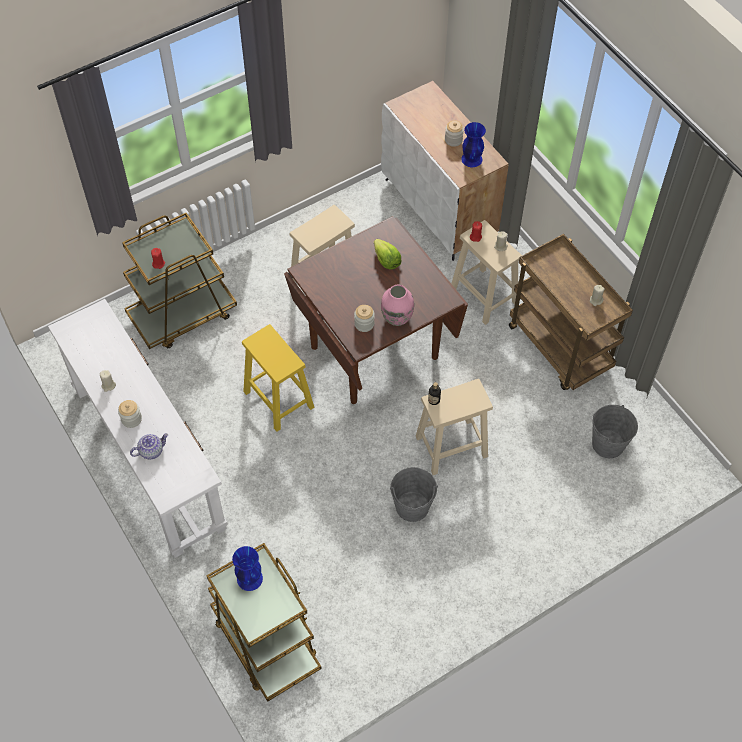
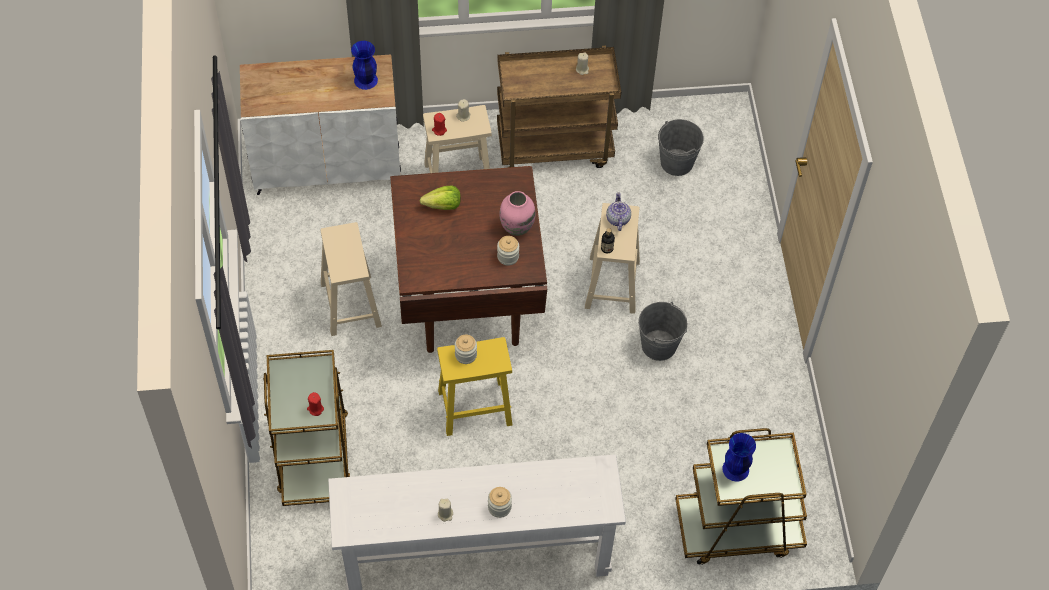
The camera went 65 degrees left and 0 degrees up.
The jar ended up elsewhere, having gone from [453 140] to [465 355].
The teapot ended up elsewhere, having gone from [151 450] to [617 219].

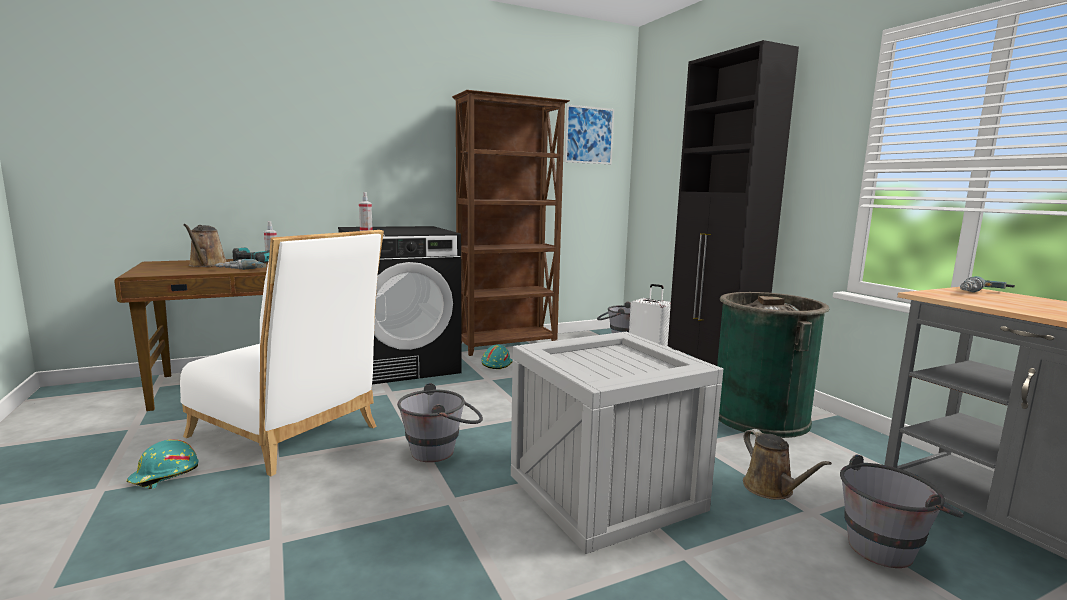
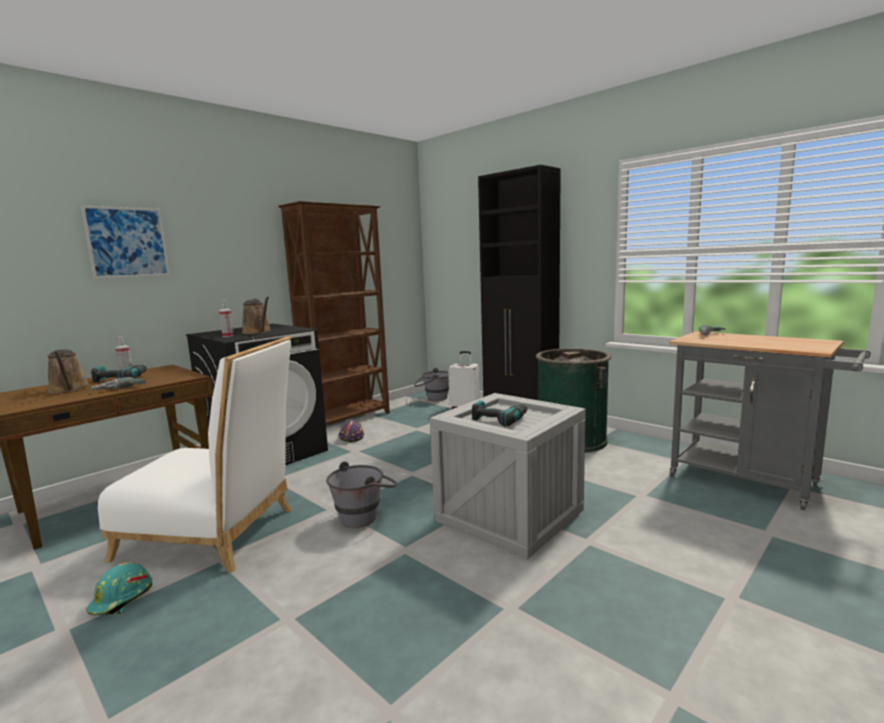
The camera went 20 degrees left and 0 degrees up.
The picture ended up elsewhere, having gone from [589 135] to [127 242].
What was the hard hat in turquoise at [496 364] turned into the hard hat in purple at [351 437].
The watering can in brown ended up elsewhere, having gone from [771 489] to [258 332].
The second view lost the bucket in grey at [888 546].
The second view gained the power drill at [499 419].

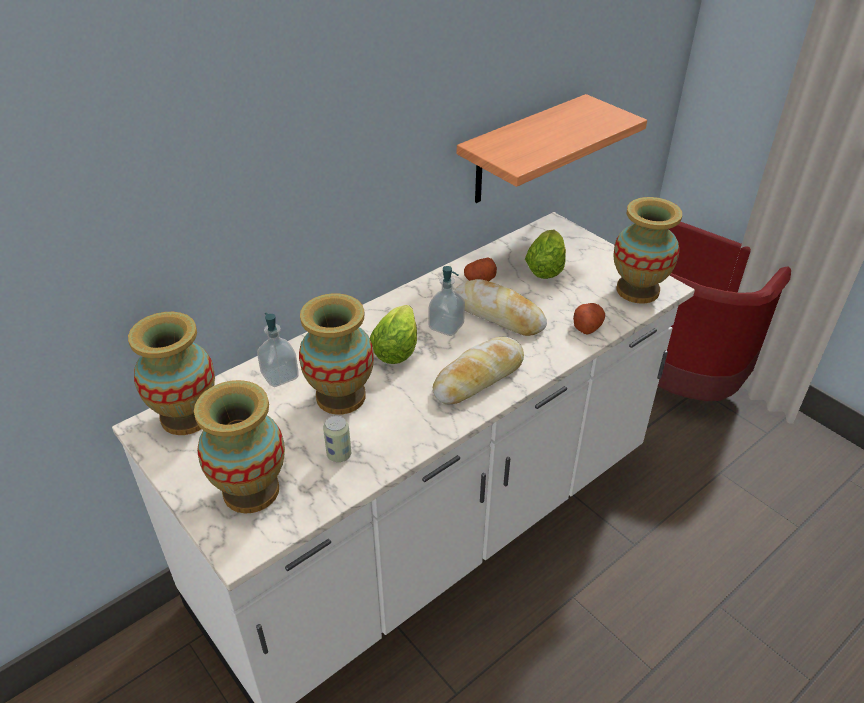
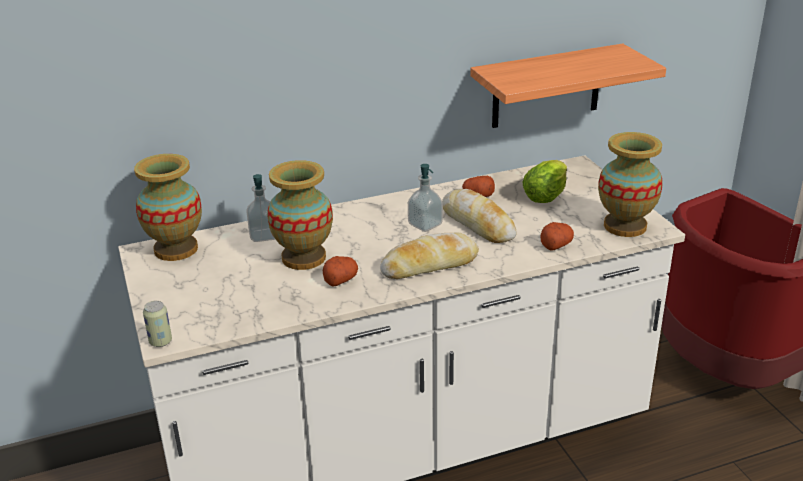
The camera went 20 degrees right and 10 degrees down.
The second view lost the lettuce at [397 347].
The second view lost the vase at [251 491].
The can ended up elsewhere, having gone from [339 455] to [160 341].
The second view gained the potato at [340 279].

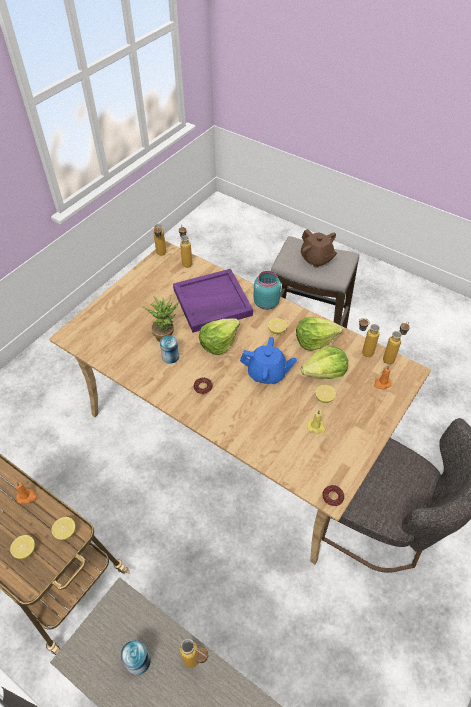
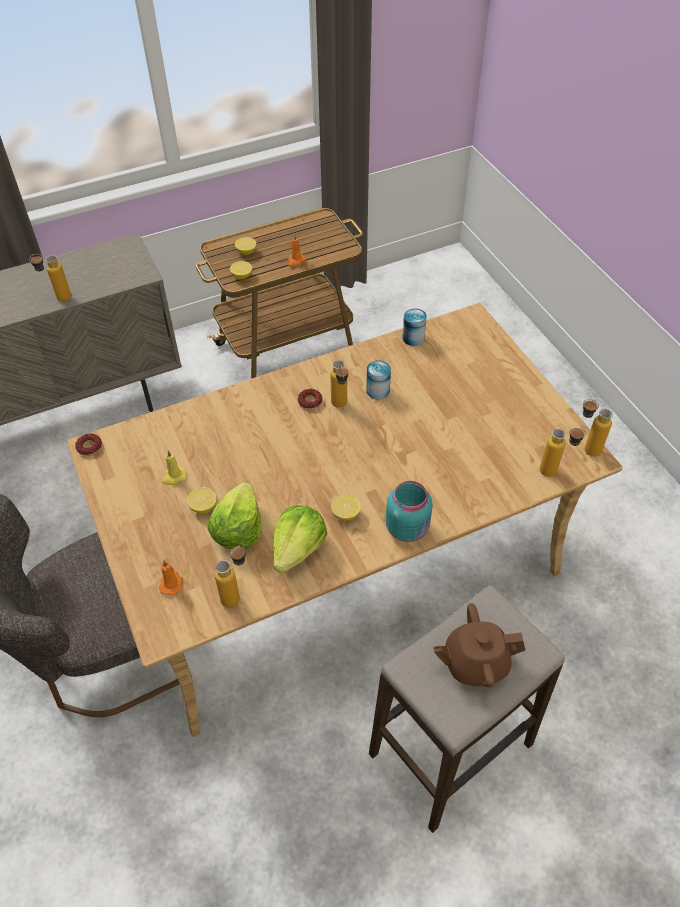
The camera went 120 degrees right and 0 degrees up.
The second view lost the tray in purple at [212 303].
The second view lost the potted plant at [165 334].
The second view lost the lettuce at [219 343].
The bottle ended up elsewhere, having gone from [391 357] to [340 407].
The second view lost the teapot in blue at [267 373].
The can ended up elsewhere, having gone from [138 661] to [413 338].

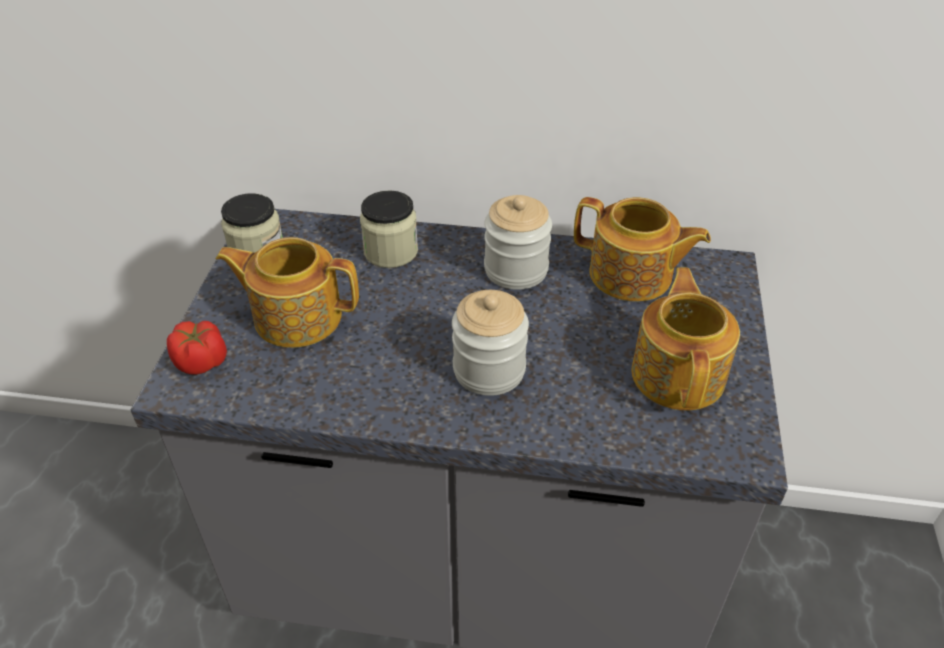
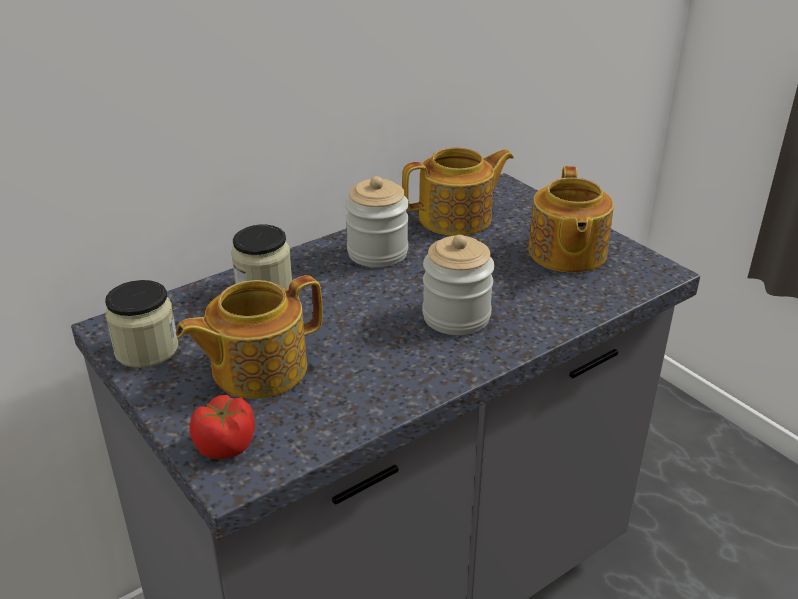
The camera went 45 degrees left and 10 degrees down.
The teapot at [679 373] ended up facing another way, 135 degrees counterclockwise from before.

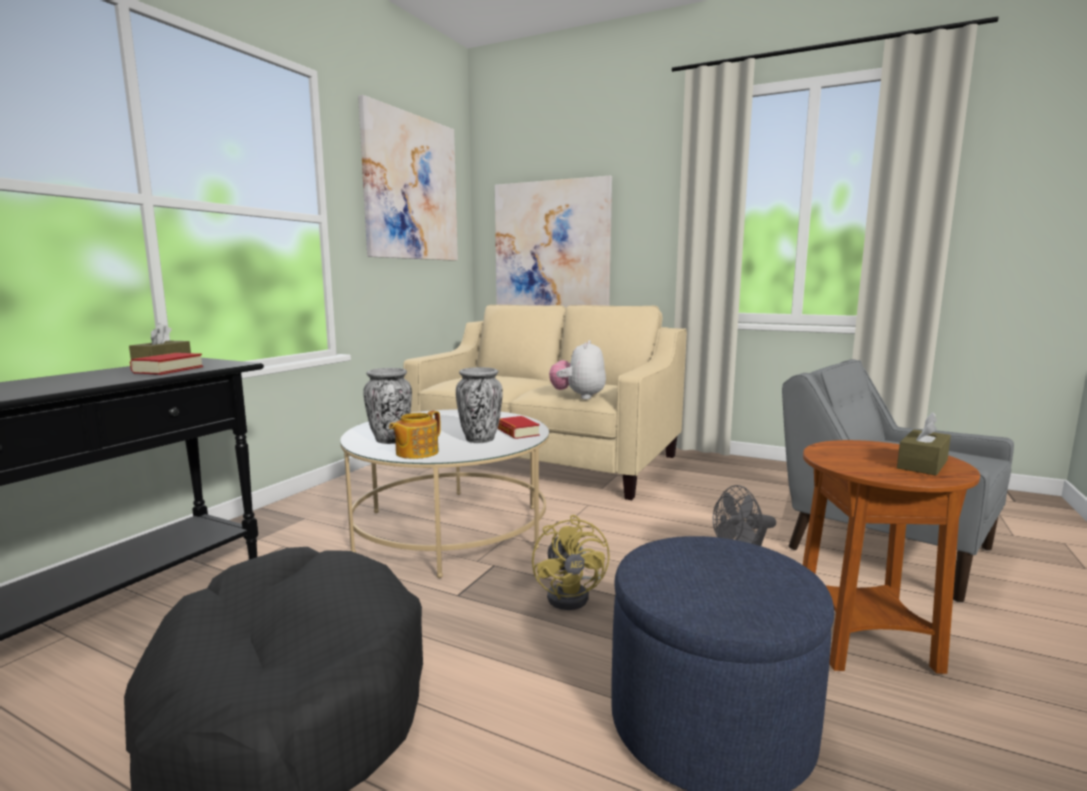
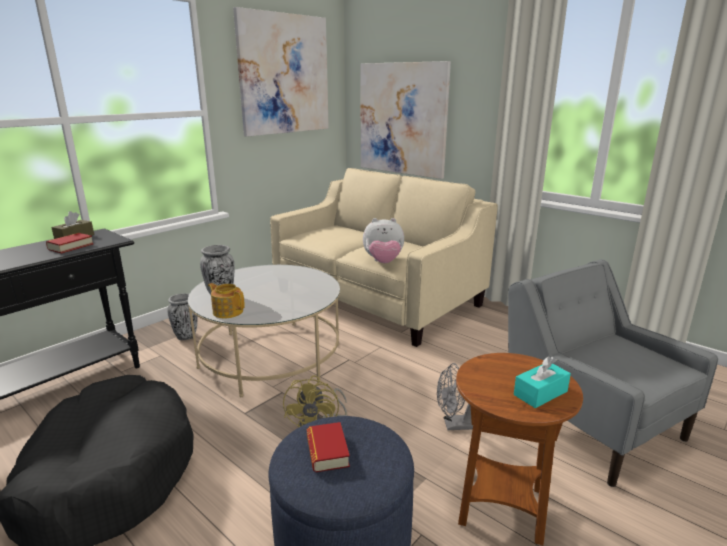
The camera went 15 degrees right and 10 degrees up.
The plush toy at [578 397] ended up facing another way, 120 degrees counterclockwise from before.
The vase ended up elsewhere, having gone from [480 439] to [186 336].
The teapot at [416 453] ended up facing another way, 75 degrees clockwise from before.
What was the tissue box in brown at [922 464] turned into the tissue box in turquoise at [540 393].
The book ended up elsewhere, having gone from [517 432] to [327 451].

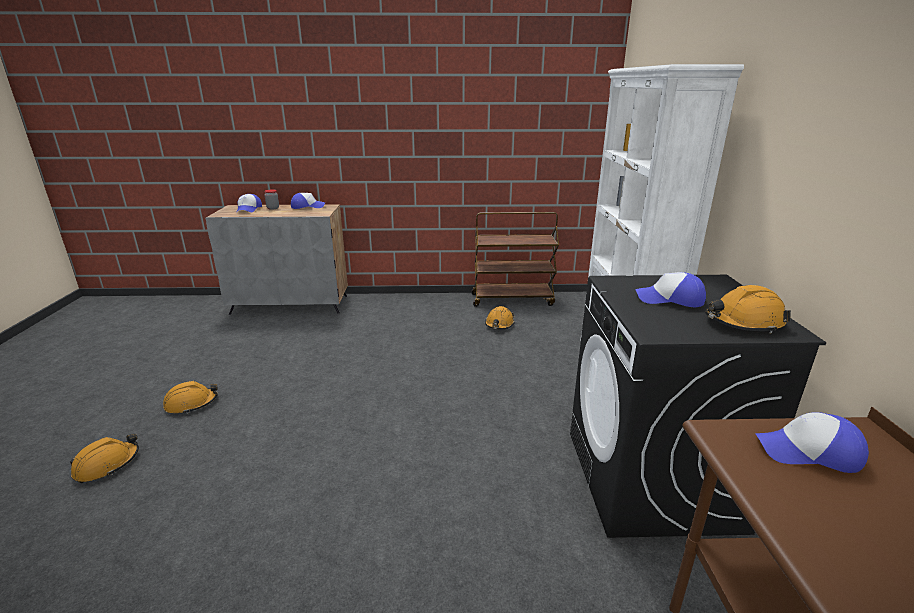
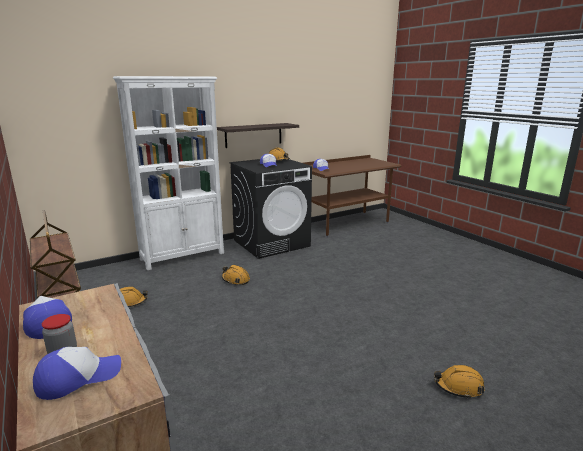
The camera went 120 degrees left and 5 degrees down.
The hard hat in orange ended up elsewhere, having gone from [191 403] to [235 280].
The second view gained the shelf at [253 135].

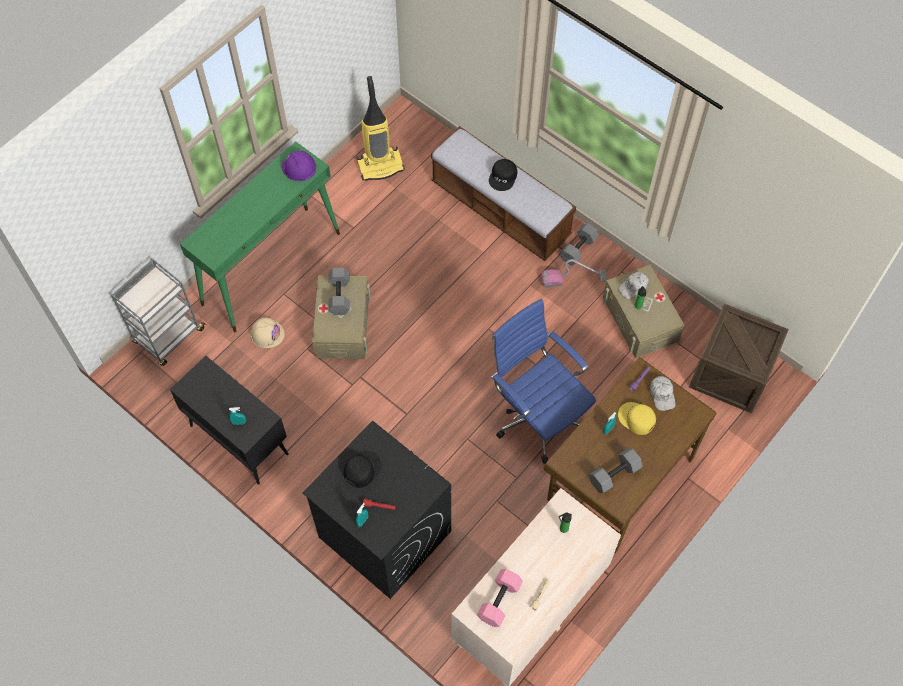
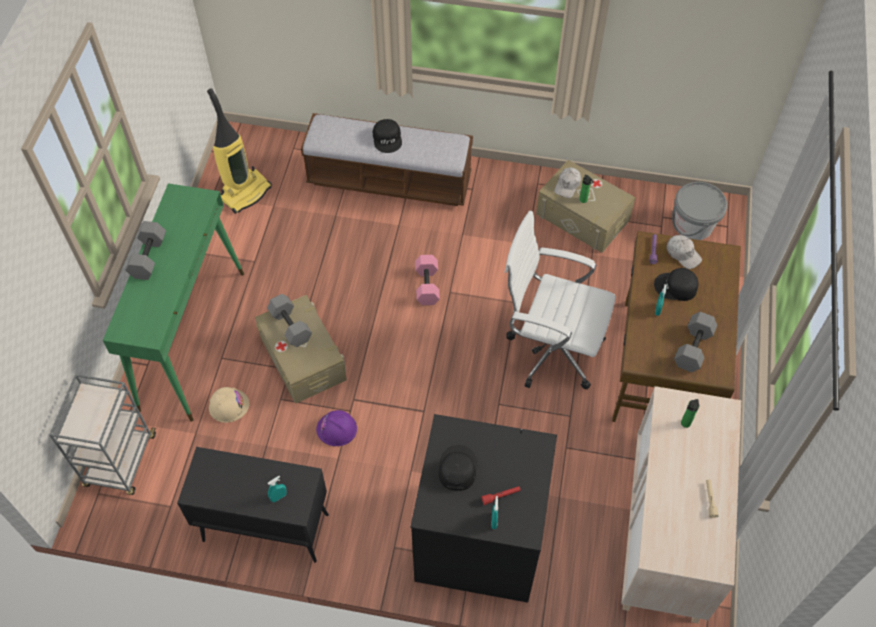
The camera went 30 degrees left and 5 degrees down.
The hard hat in purple ended up elsewhere, having gone from [299 167] to [336 429].
The dumbbell in grey ended up elsewhere, having gone from [578 248] to [148 256].
The second view lost the vacuum cleaner at [573 278].
What was the office chair in blue at [536 417] turned into the office chair in white at [550 350].
Where the crate stood at [731 373], the bucket in grey came to stand at [693 225].
What was the cap in yellow at [636 419] turned into the cap in black at [676 287].
The dumbbell in pink ended up elsewhere, having gone from [500 602] to [428 286].

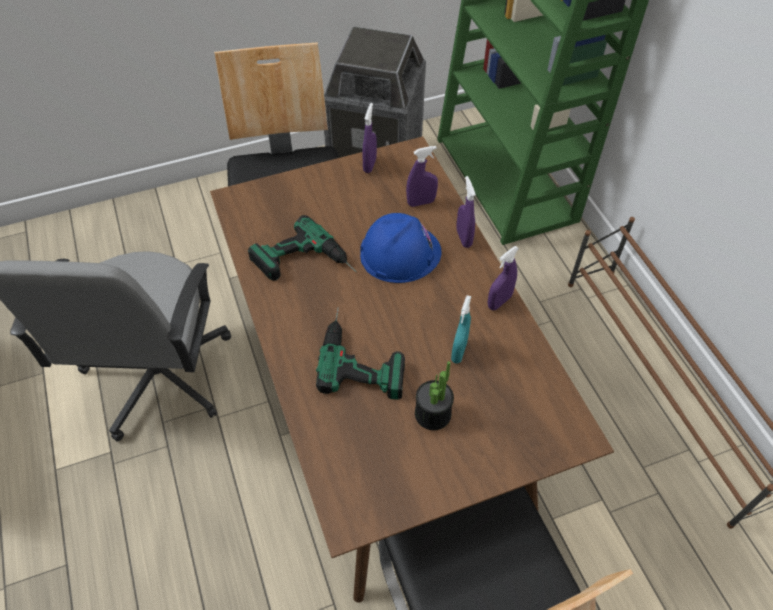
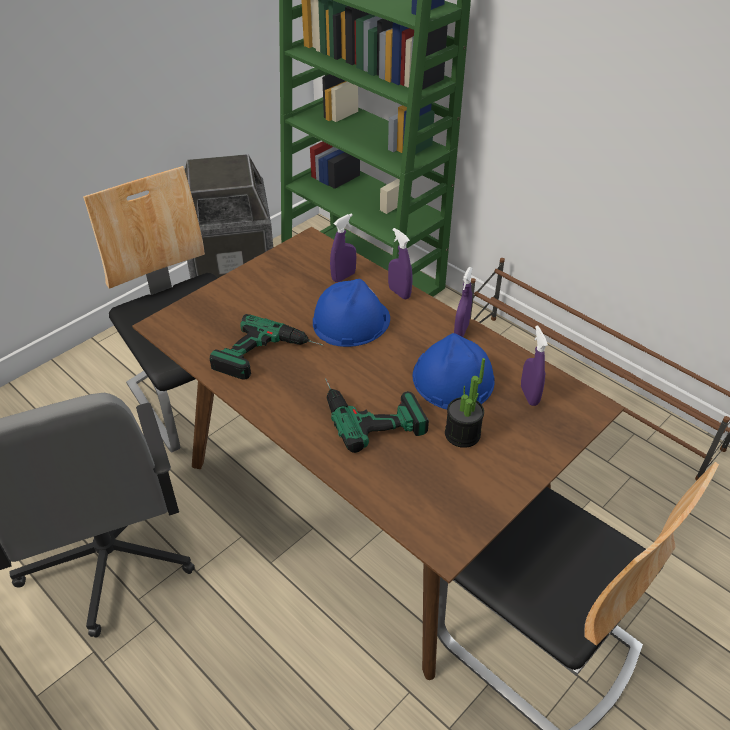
The camera went 25 degrees left and 10 degrees down.
The spray bottle in purple ended up elsewhere, having gone from [370 165] to [529 395].
Where the spray bottle in turquoise stood at [459 351], the hard hat in blue came to stand at [452 379].

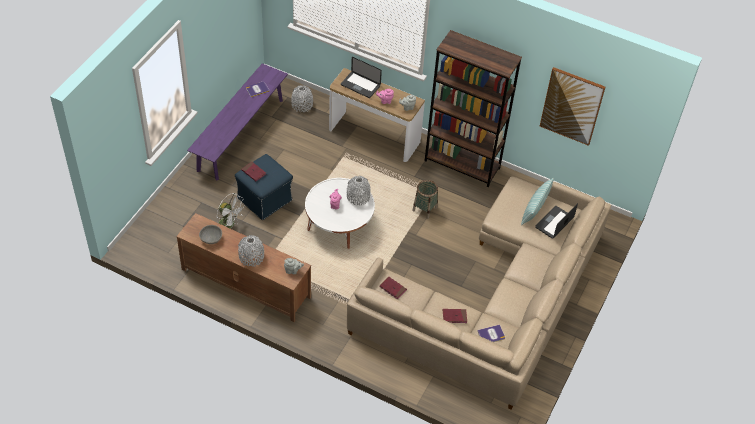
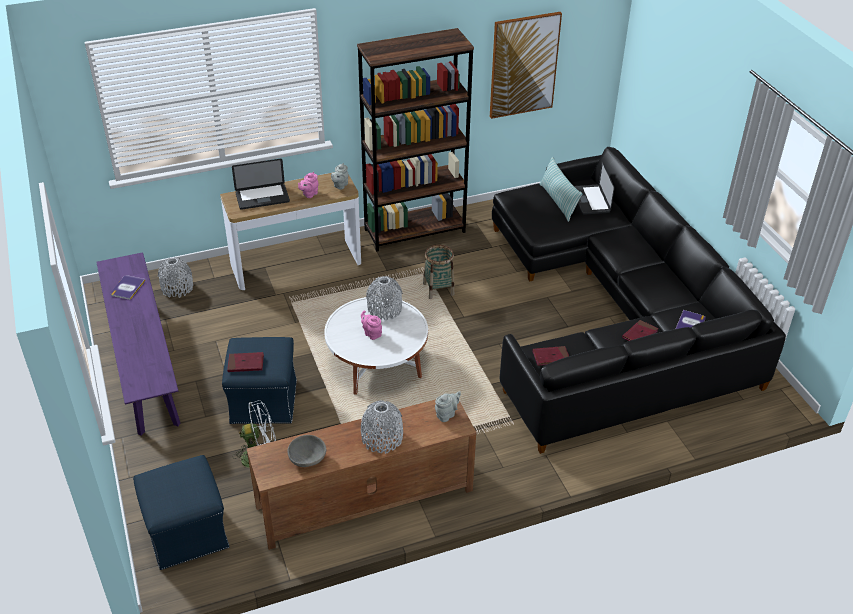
The camera went 45 degrees left and 10 degrees down.
What was the sofa in beige at [495 302] turned into the sofa in black at [614 316].
The second view gained the ottoman in blue at [187 533].

